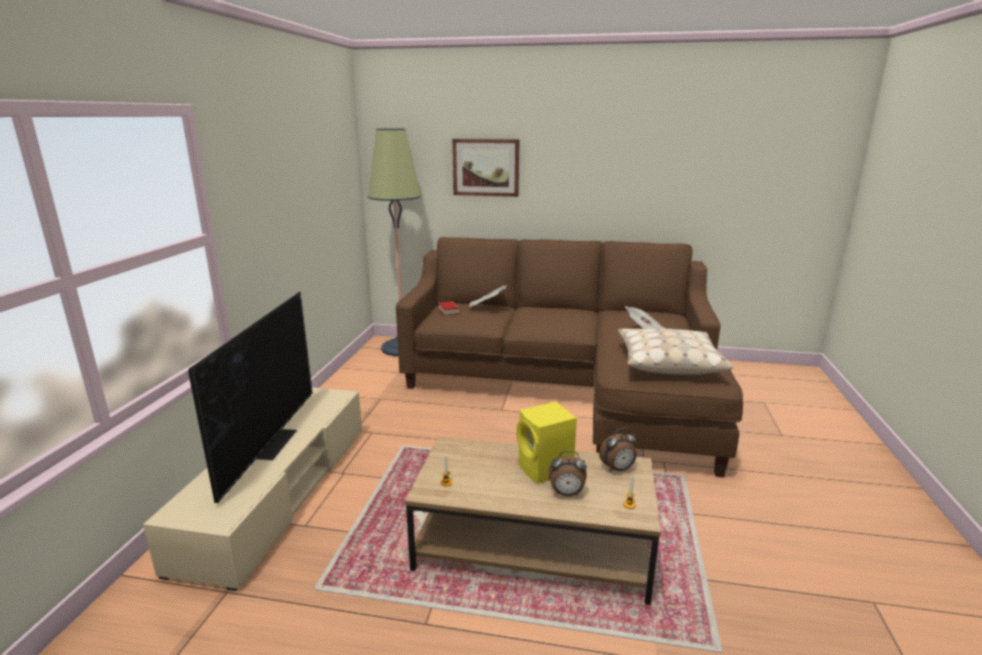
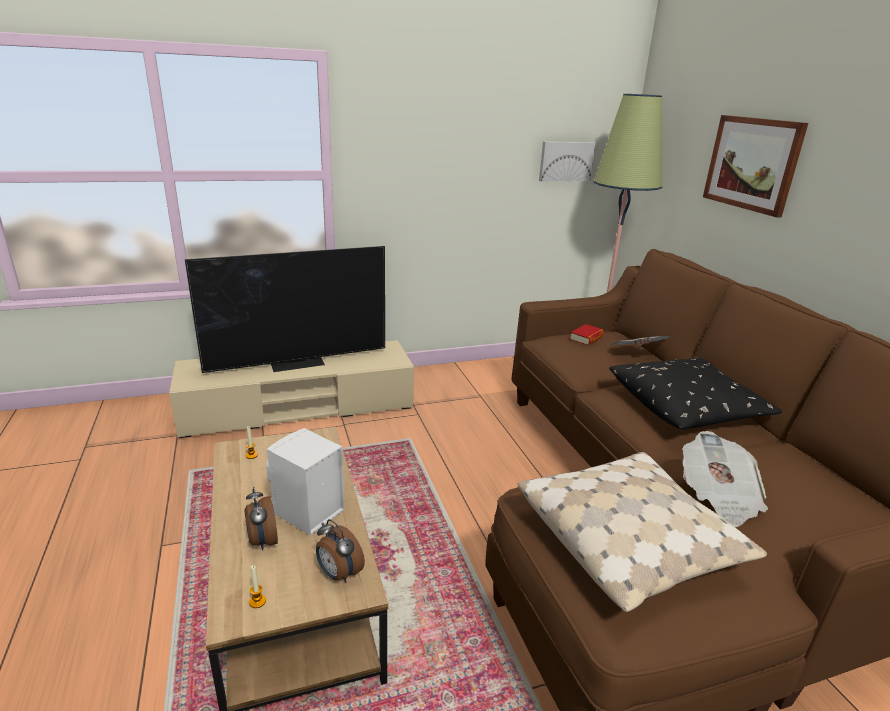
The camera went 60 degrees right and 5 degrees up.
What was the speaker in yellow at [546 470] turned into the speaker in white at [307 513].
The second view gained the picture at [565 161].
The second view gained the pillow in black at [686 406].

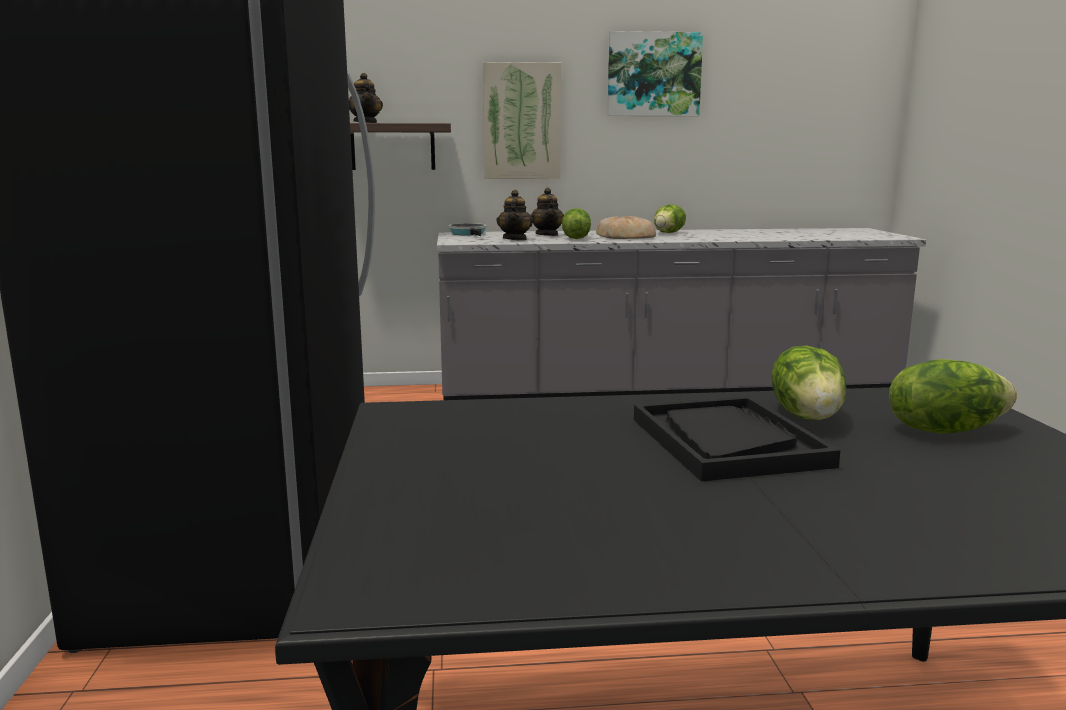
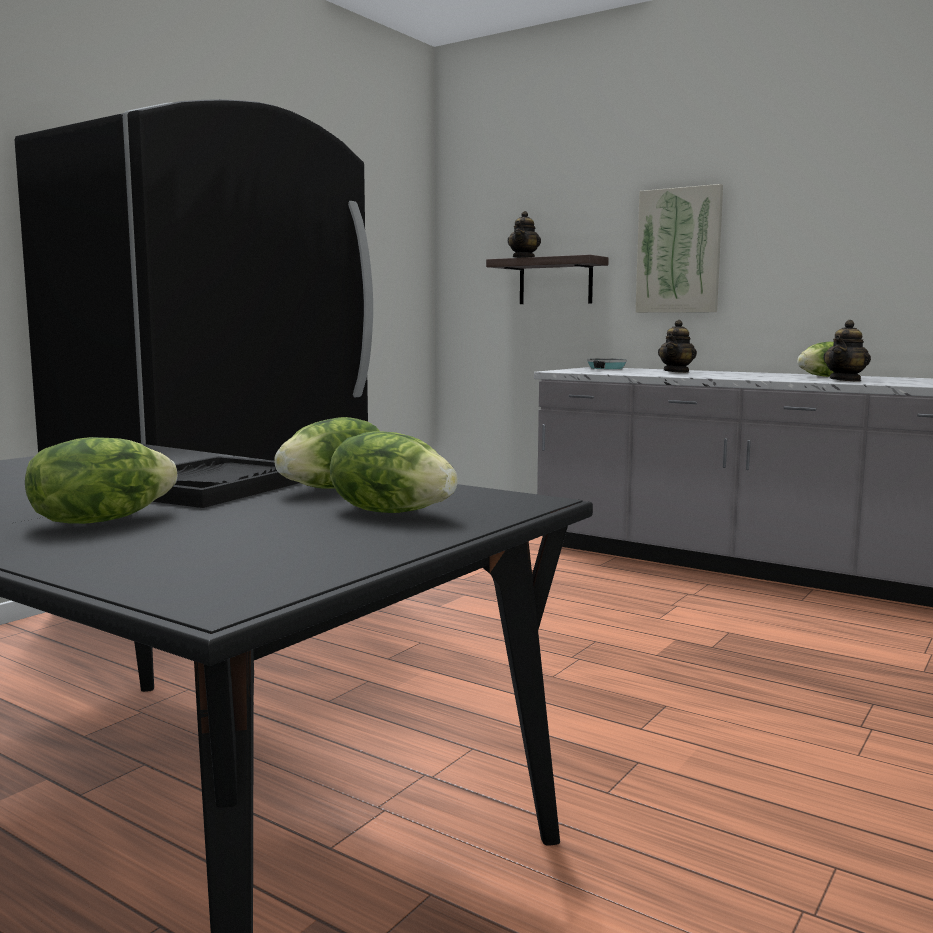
The camera went 40 degrees right and 5 degrees down.
The second view lost the picture at [653 74].
The teapot ended up elsewhere, having gone from [515 239] to [846 380].
The lettuce ended up elsewhere, having gone from [575 238] to [101 520].
The second view lost the bread at [626 236].

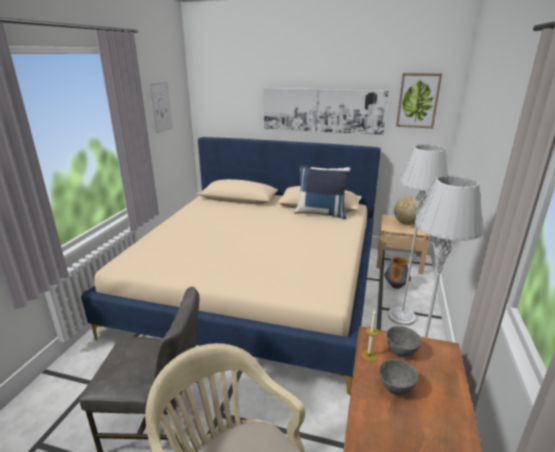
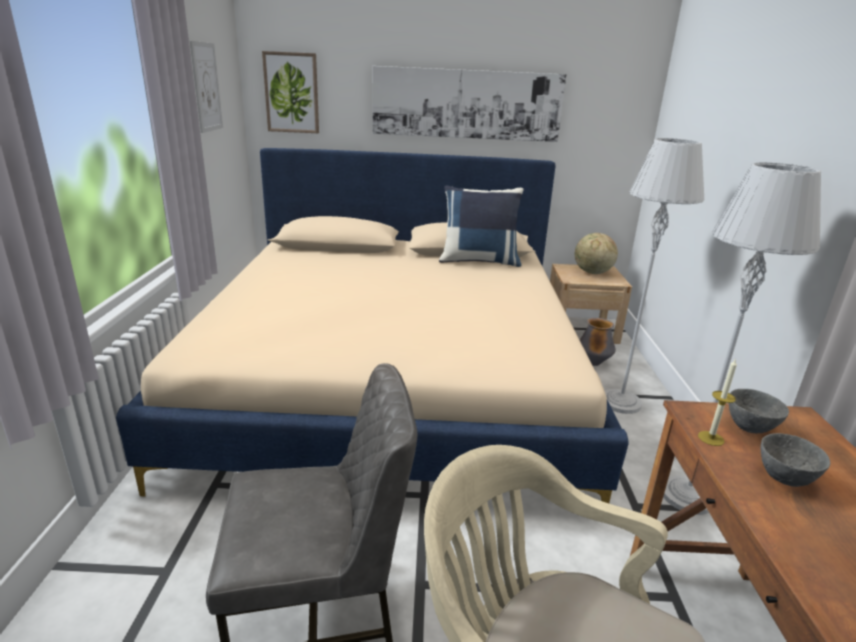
The camera went 15 degrees left and 0 degrees up.
The picture ended up elsewhere, having gone from [418 100] to [292 93].

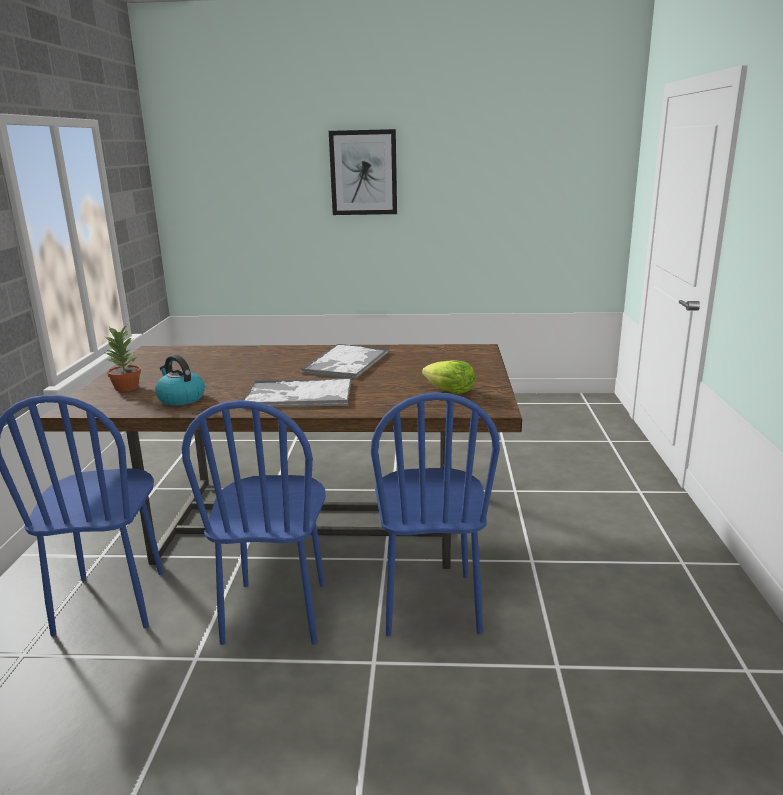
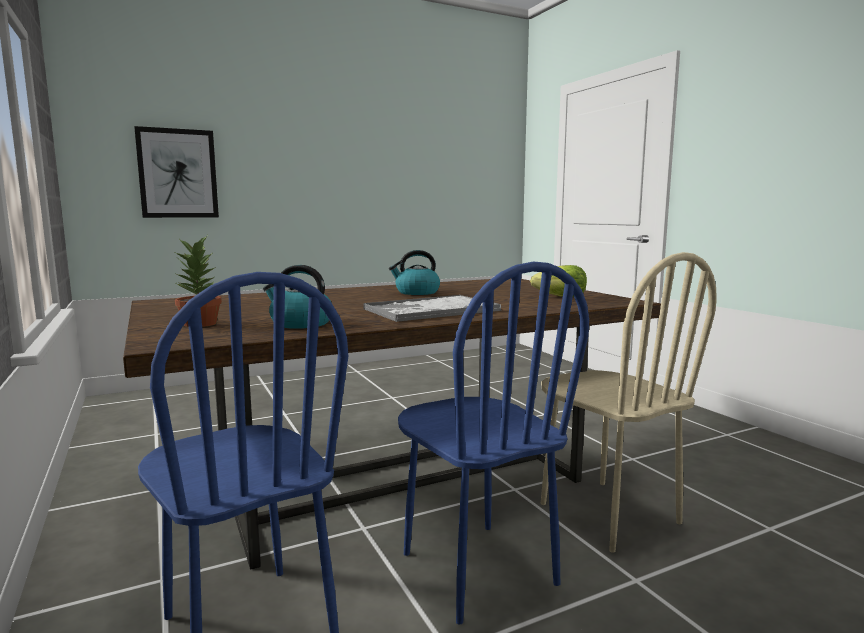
The camera went 30 degrees left and 10 degrees down.
The picture ended up elsewhere, having gone from [363 173] to [178 173].
Where the tray stood at [346 363], the kettle came to stand at [416 292].
What was the chair in blue at [430 604] turned into the chair in beige at [608 513].

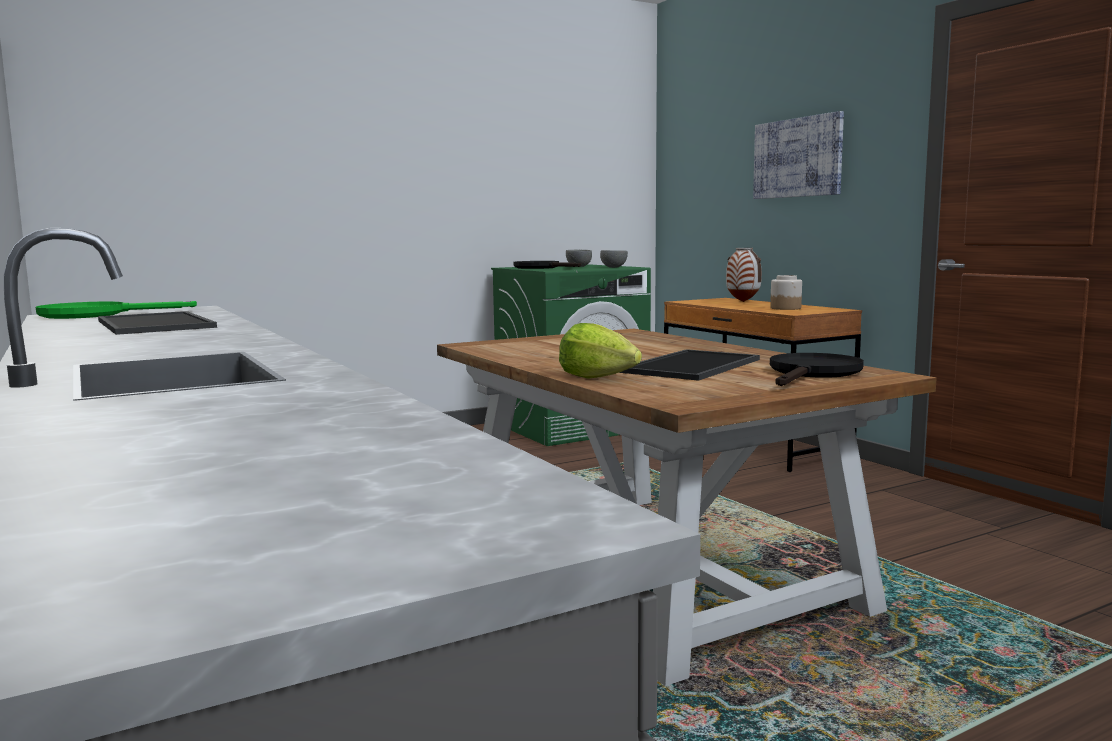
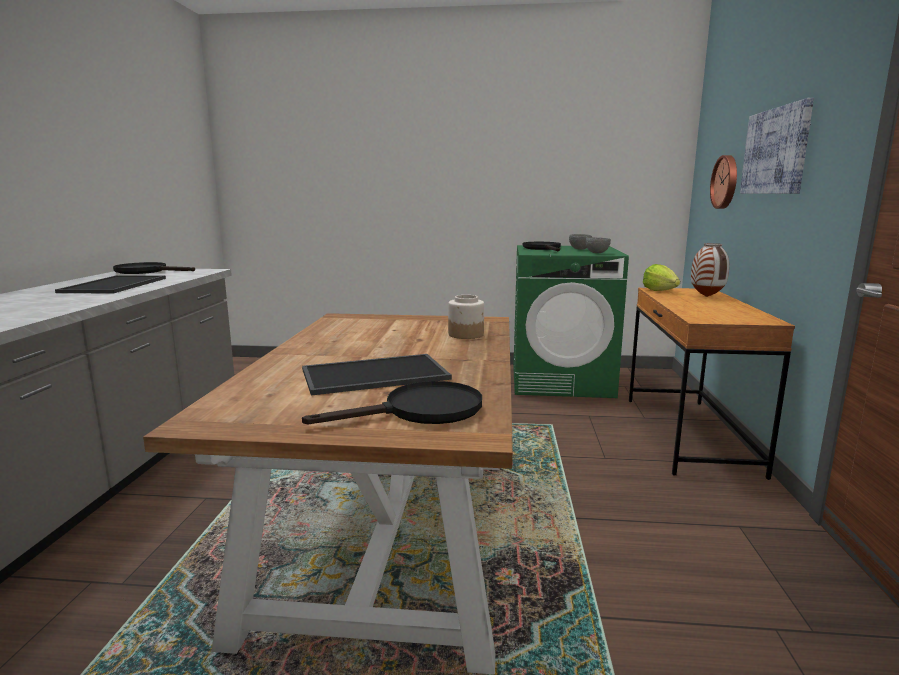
The camera went 35 degrees right and 5 degrees up.
The jar ended up elsewhere, having gone from [785 308] to [466 334].
What was the frying pan in green at [96 314] turned into the frying pan in black at [147 271].
The lettuce ended up elsewhere, having gone from [596 377] to [659 290].
The second view gained the wall clock at [726 182].

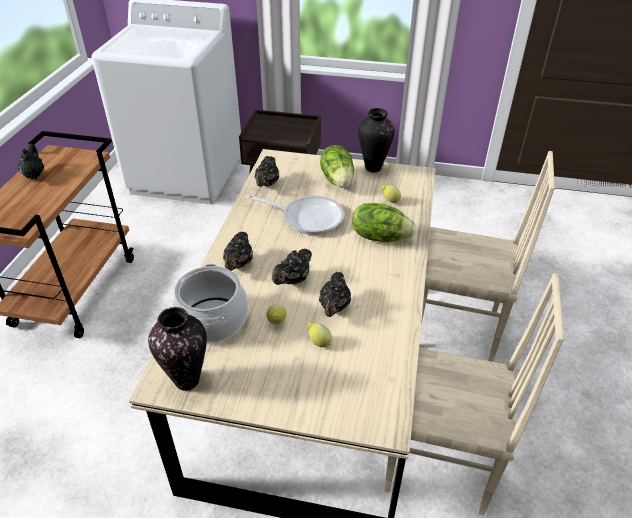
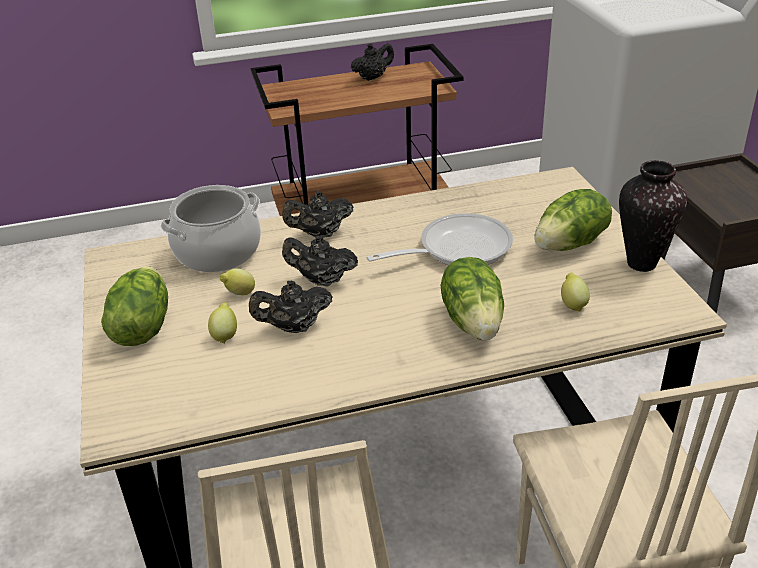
The camera went 65 degrees right and 5 degrees down.
The second view lost the teapot in black at [267 184].
The frying pan at [307 217] ended up facing another way, 105 degrees counterclockwise from before.
The second view lost the vase at [188 381].
The second view gained the lettuce at [142 327].

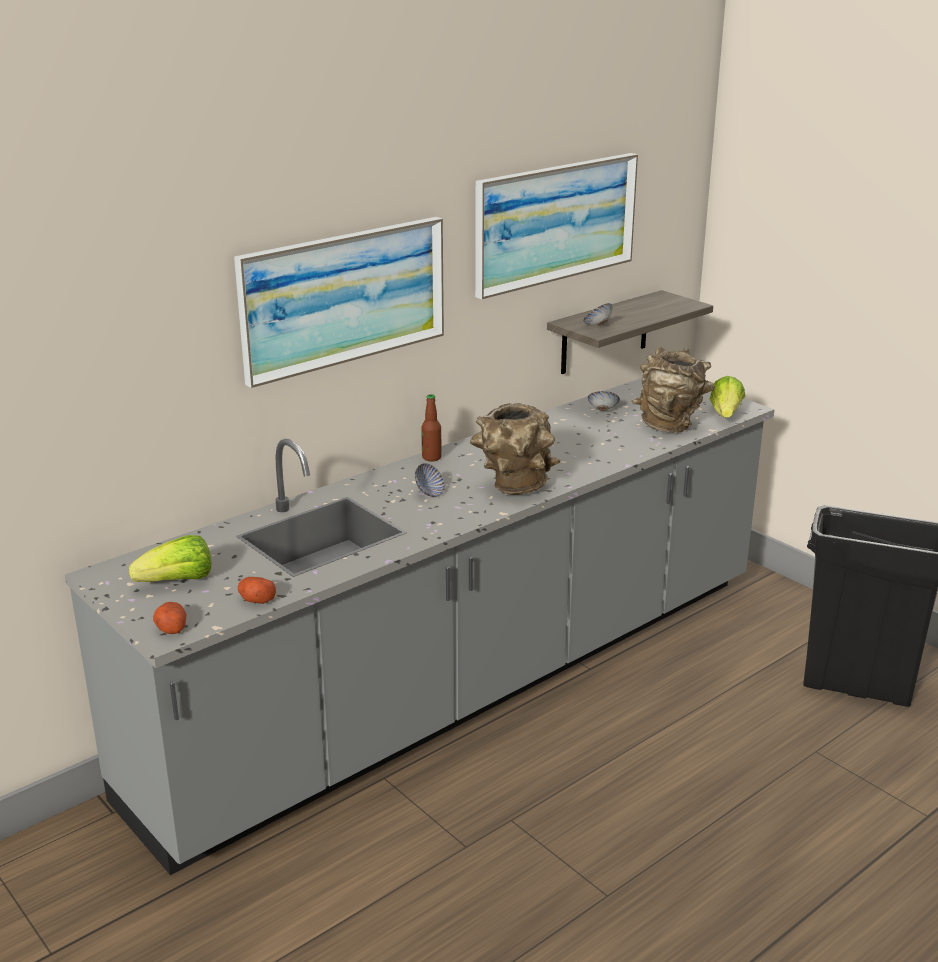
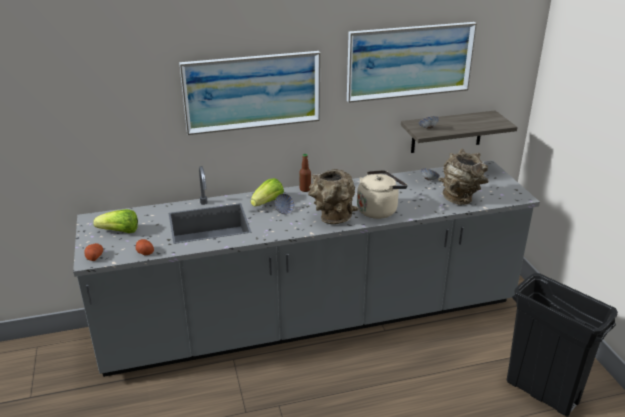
The camera went 25 degrees right and 5 degrees up.
The lettuce ended up elsewhere, having gone from [725 414] to [268 202].
The second view gained the kettle in beige at [378 210].

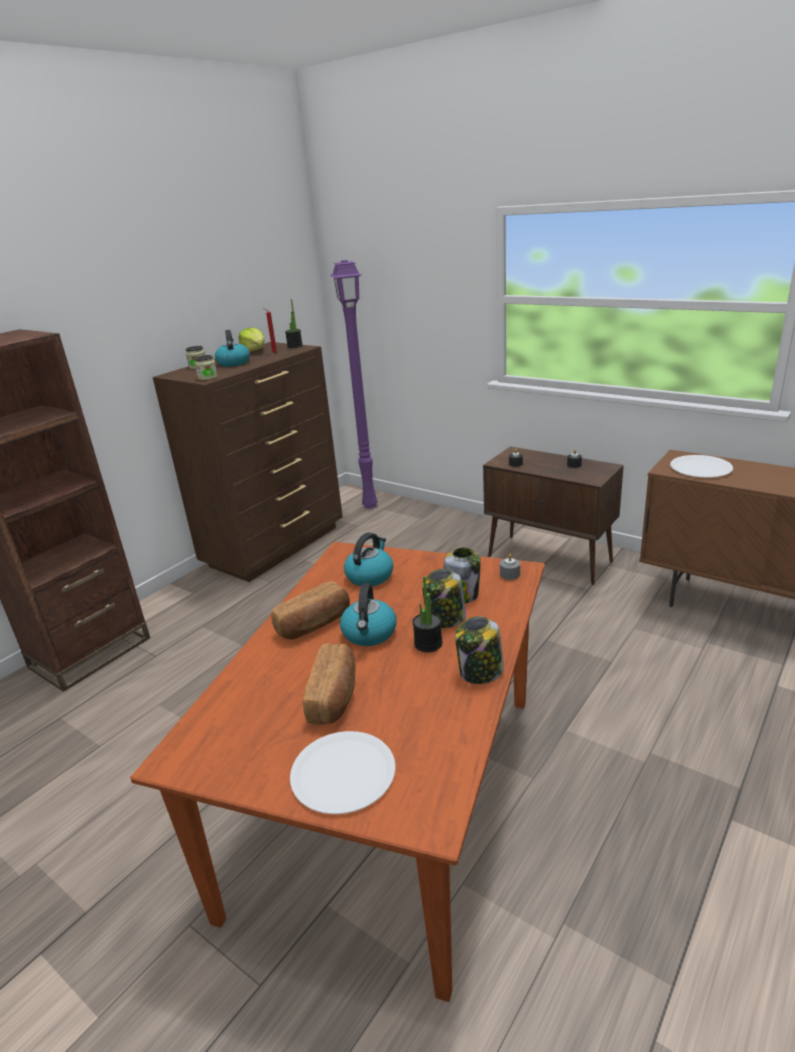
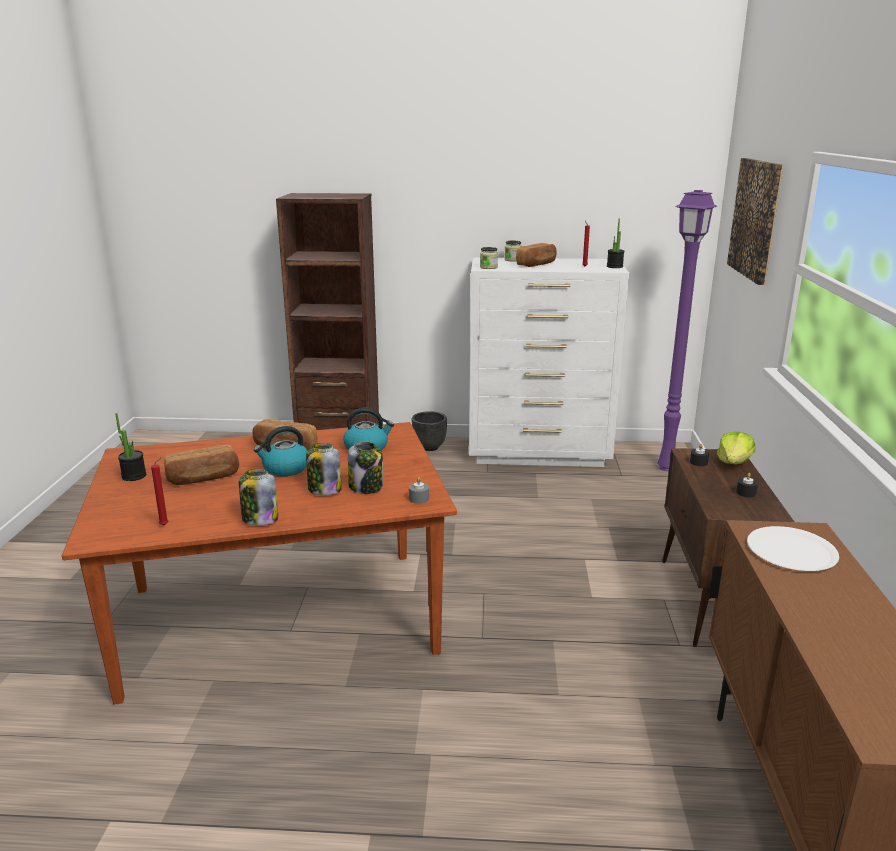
The camera went 55 degrees right and 5 degrees down.
The lettuce ended up elsewhere, having gone from [254 351] to [734 463].
Where the kettle stood at [233 363], the bread came to stand at [537 264].
What was the dresser in brown at [276 546] turned into the dresser in white at [539 453].
The potted plant ended up elsewhere, having gone from [428 644] to [134 476].
The second view lost the plate in white at [343 773].
The second view gained the picture at [755 219].
The second view gained the planter in black at [429 447].
The second view gained the candle in red at [165 525].

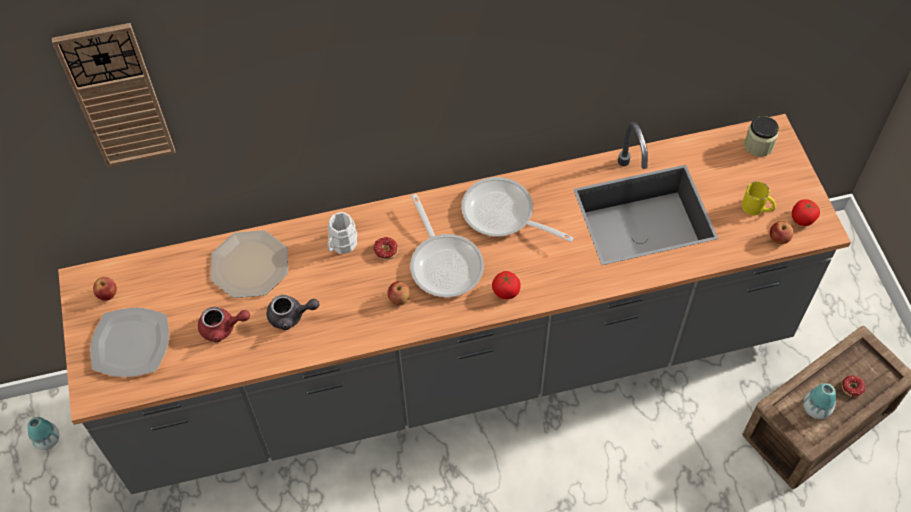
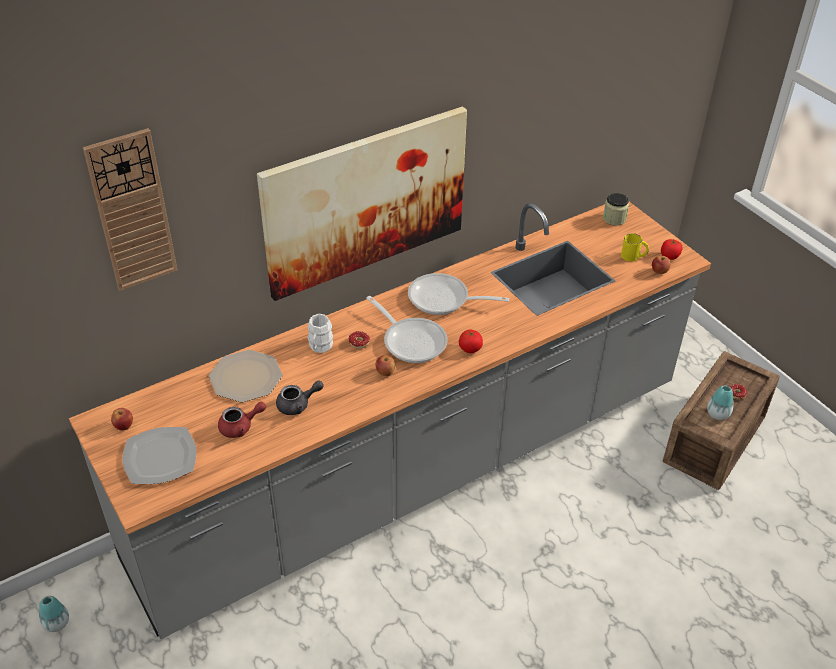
The camera went 20 degrees left and 15 degrees down.
The second view gained the picture at [365 201].

